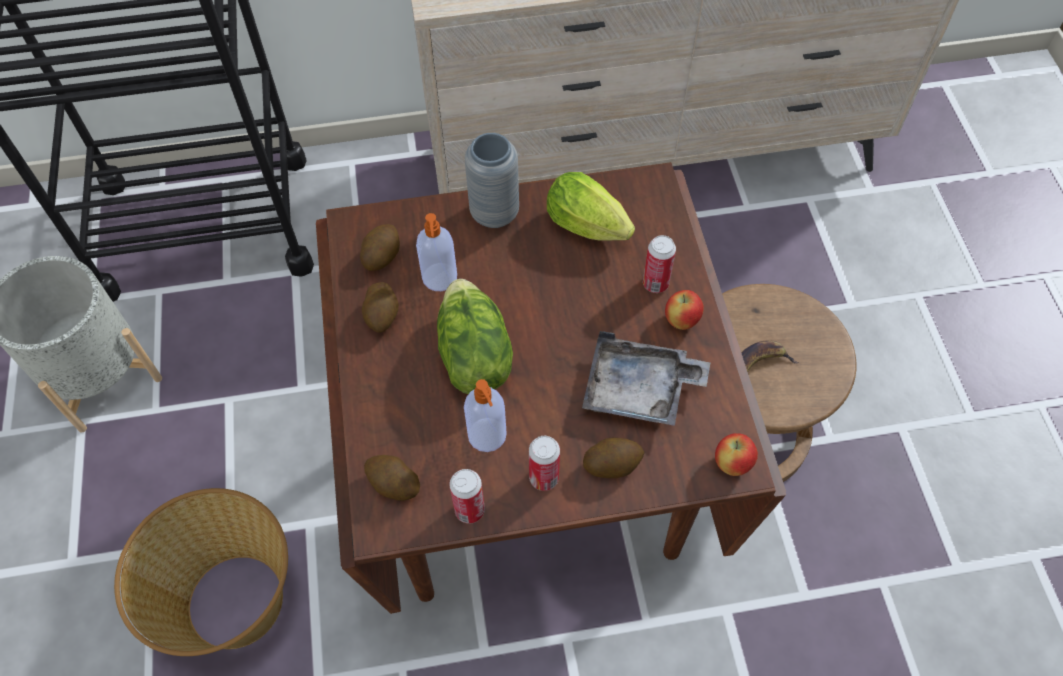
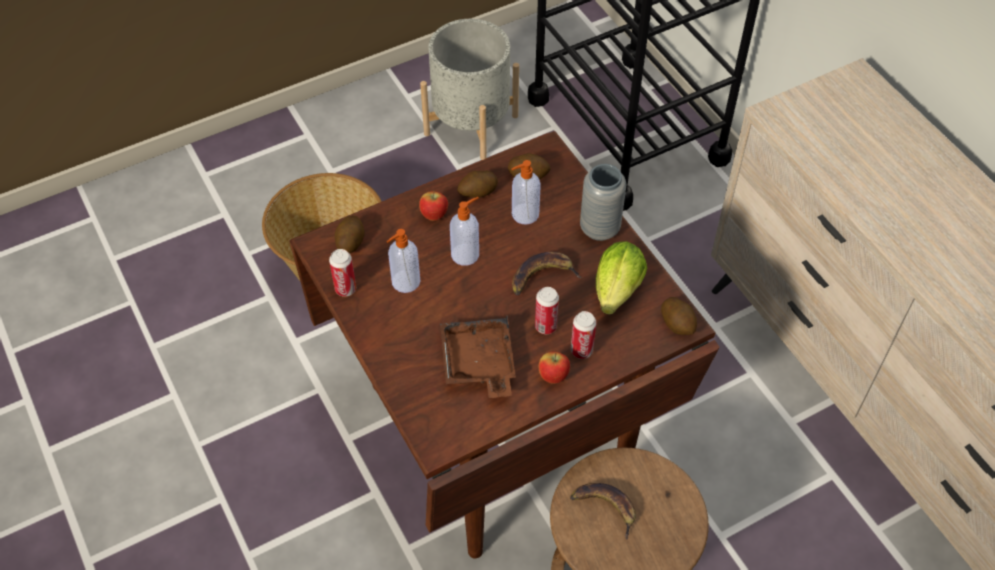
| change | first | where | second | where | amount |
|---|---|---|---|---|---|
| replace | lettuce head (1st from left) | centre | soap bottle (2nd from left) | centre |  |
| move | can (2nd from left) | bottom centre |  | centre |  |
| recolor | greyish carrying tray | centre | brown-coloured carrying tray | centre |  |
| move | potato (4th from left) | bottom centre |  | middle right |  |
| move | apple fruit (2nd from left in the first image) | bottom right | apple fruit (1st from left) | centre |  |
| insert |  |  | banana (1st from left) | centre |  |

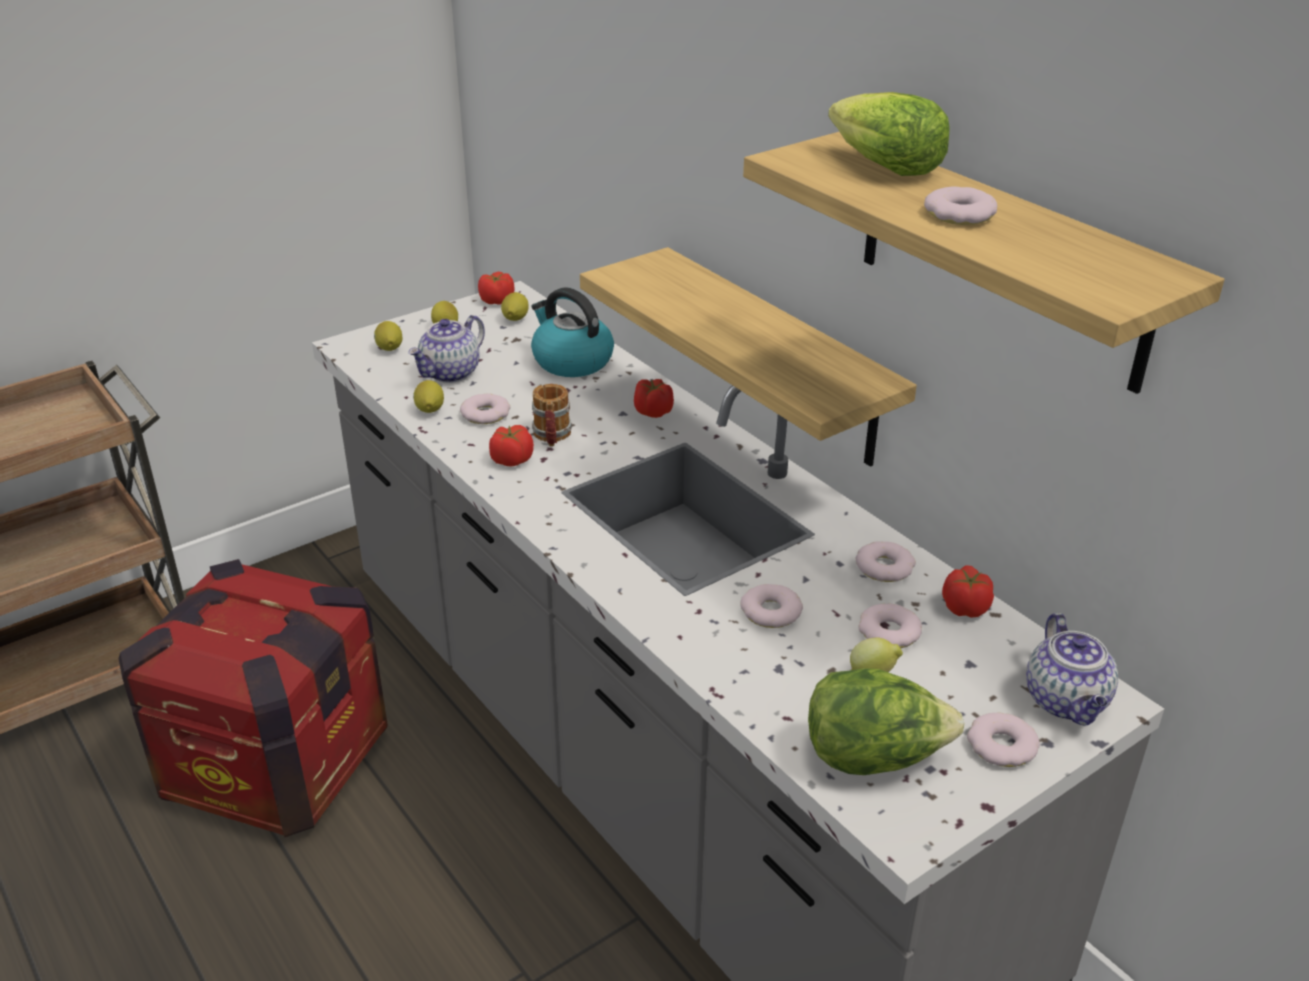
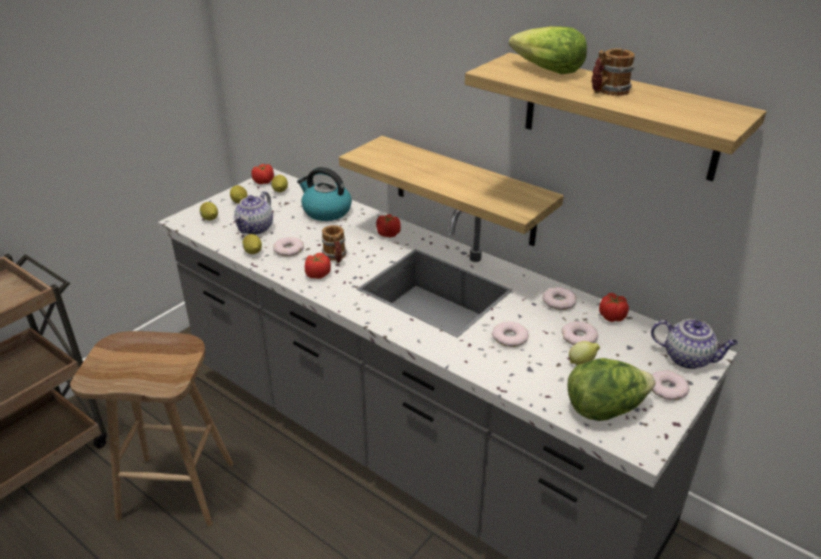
| change | first | where | second | where | amount |
|---|---|---|---|---|---|
| replace | packing crate | bottom left | brown-coloured stool seat | bottom left |  |
| replace | ring doughnut (5th from left) | top right | tea mug (2nd from left) | top right |  |
| rotate | pot for tea (2nd from left) | bottom right |  | middle right | 45 degrees counterclockwise |

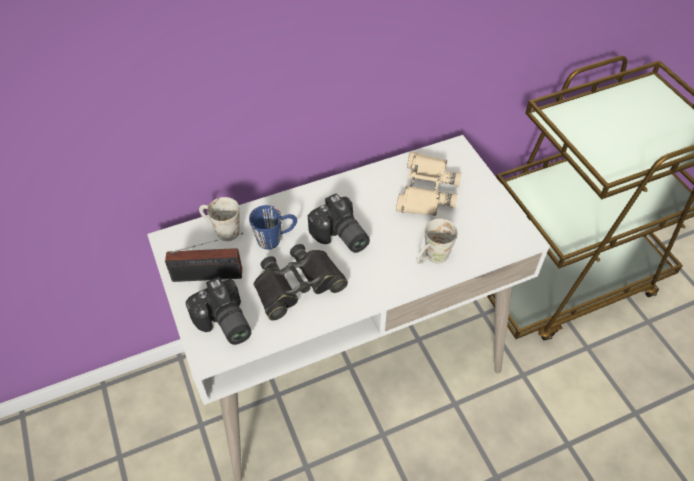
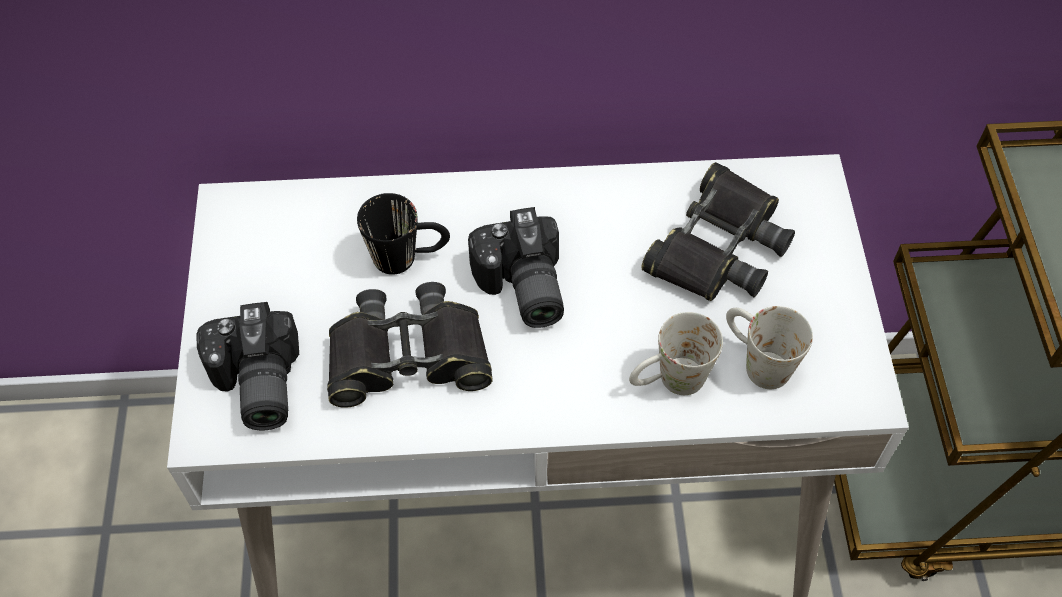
| change | first | where | second | where | amount |
|---|---|---|---|---|---|
| delete | radio receiver | middle left |  |  |  |
| move | white tea mug (1st from left in the first image) | middle left | white tea mug (2nd from left) | middle right |  |
| recolor | blue-coloured tea mug | centre | black-coloured tea mug | centre |  |
| recolor | beige-coloured pair of binoculars | centre | black-coloured pair of binoculars (2nd from left) | middle right |  |

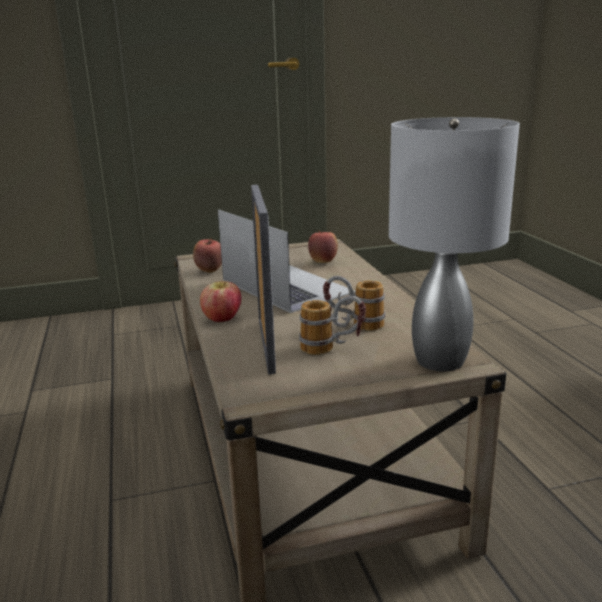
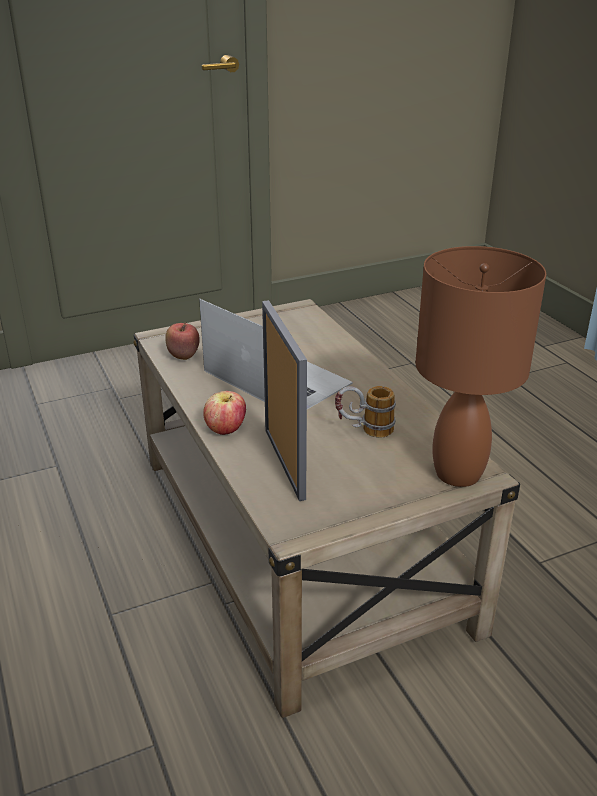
| change | first | where | second | where | amount |
|---|---|---|---|---|---|
| delete | tea mug (1st from left) | centre |  |  |  |
| delete | apple fruit (3rd from left) | centre |  |  |  |
| recolor | greyish table lamp | middle right | brown-coloured table lamp | middle right |  |

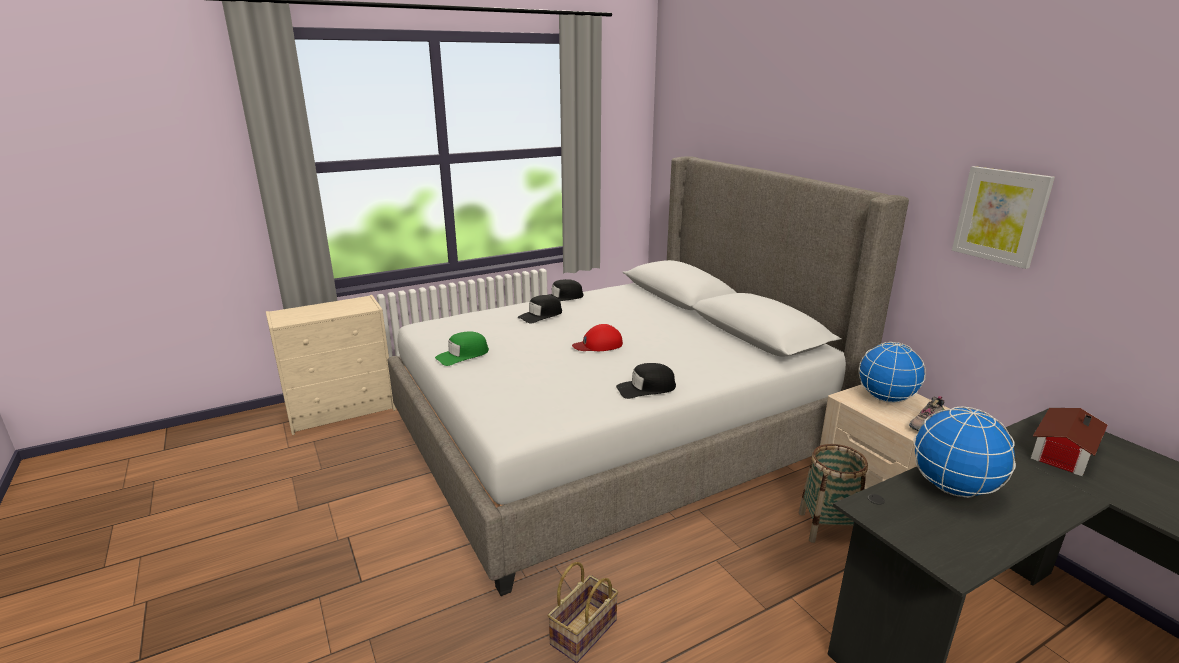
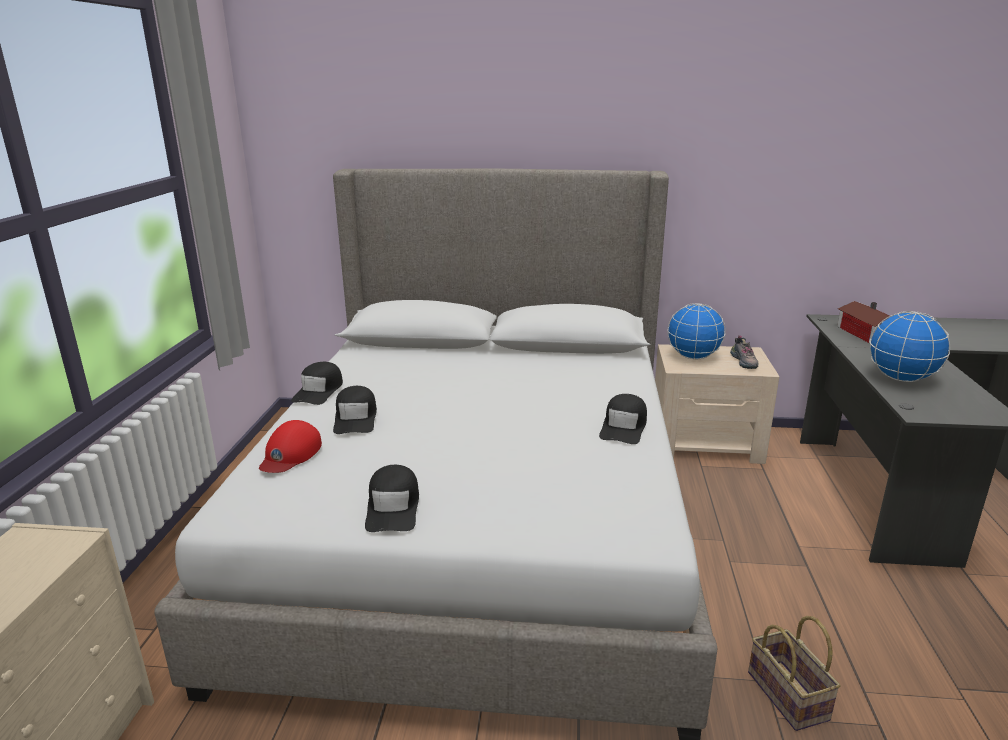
| change | first | where | second | where | amount |
|---|---|---|---|---|---|
| recolor | greenish baseball cap | centre | black-coloured baseball cap (3rd from left) | bottom centre |  |
| move | red-coloured baseball cap | centre |  | middle left |  |
| delete | storage basket (2nd from left) | bottom right |  |  |  |
| delete | wall picture | top right |  |  |  |

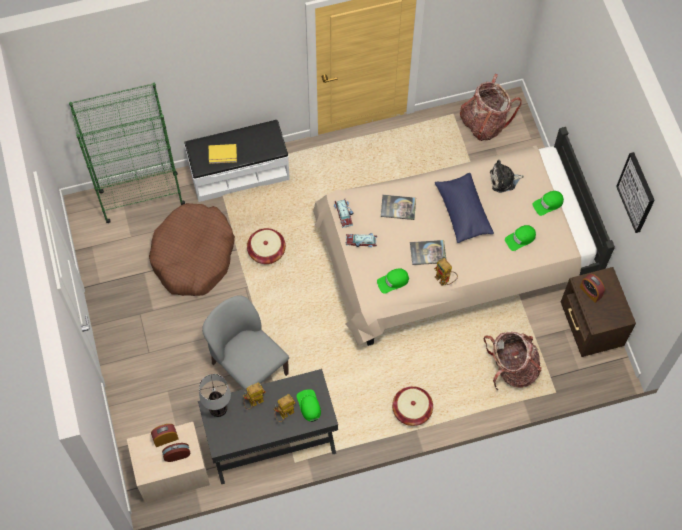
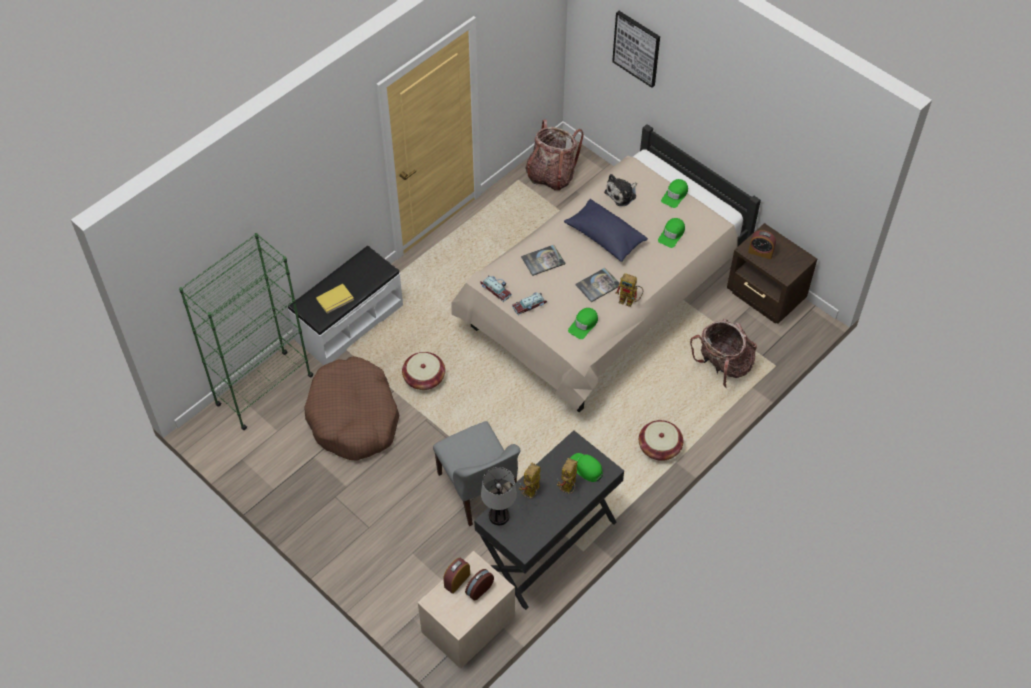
| change | first | where | second | where | amount |
|---|---|---|---|---|---|
| rotate | greyish chair | centre |  | bottom centre | 135 degrees counterclockwise |
| move | wall picture | middle right |  | top centre |  |

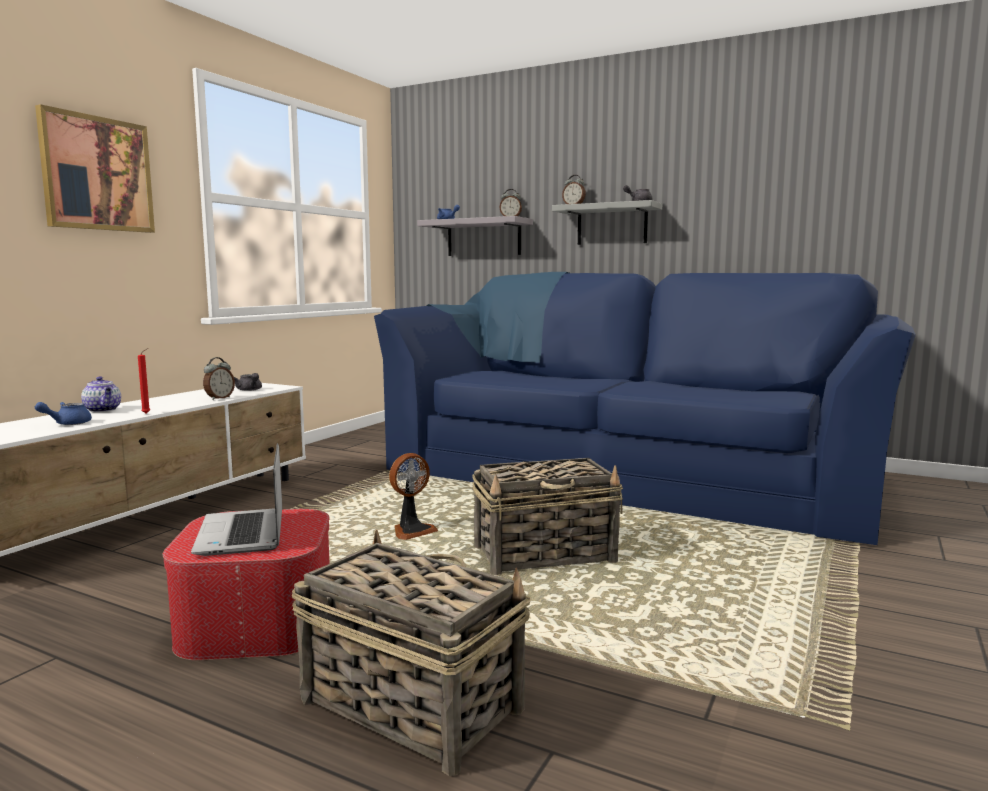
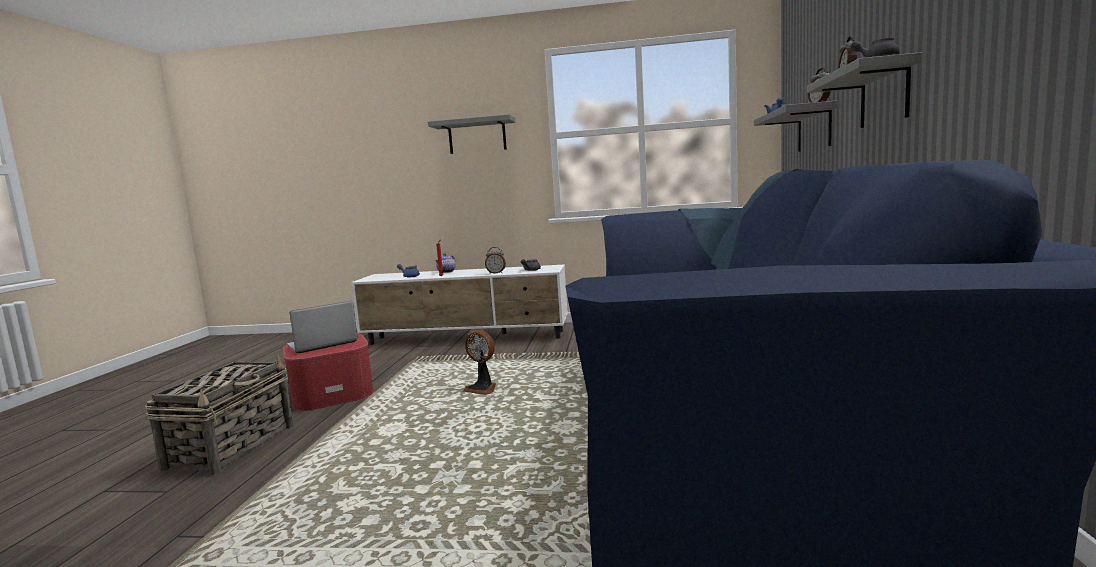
| change | first | where | second | where | amount |
|---|---|---|---|---|---|
| replace | wall picture | top left | greyish bracket shelf (1st from left) | top centre |  |
| delete | storage basket (2nd from left) | centre |  |  |  |

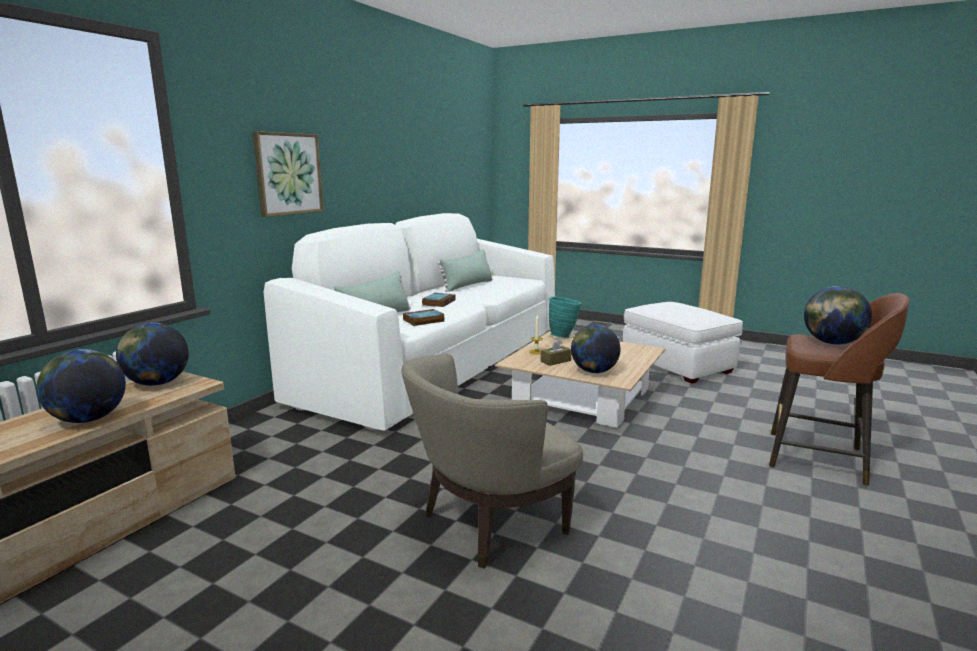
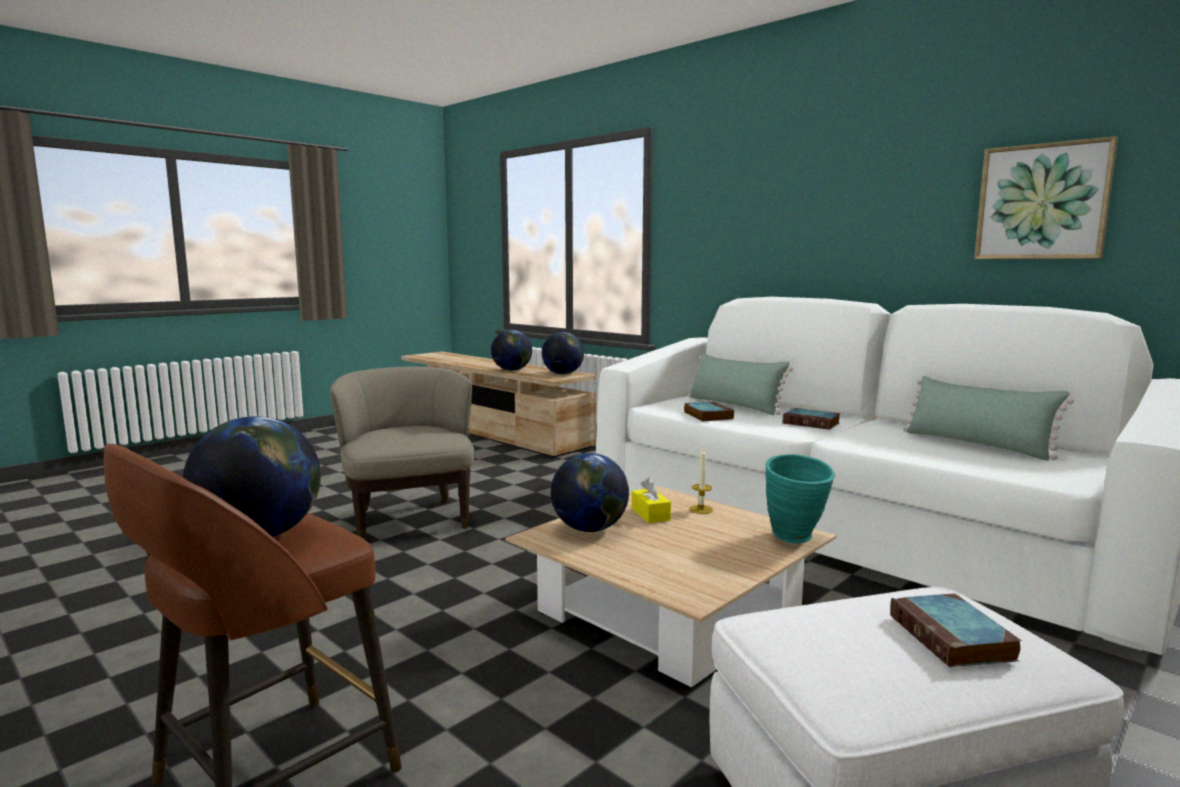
| change | first | where | second | where | amount |
|---|---|---|---|---|---|
| move | wall picture | top left |  | top right |  |
| recolor | brown-coloured tissue box | centre | yellow-coloured tissue box | centre |  |
| insert |  |  | bound book (3rd from left) | bottom right |  |

